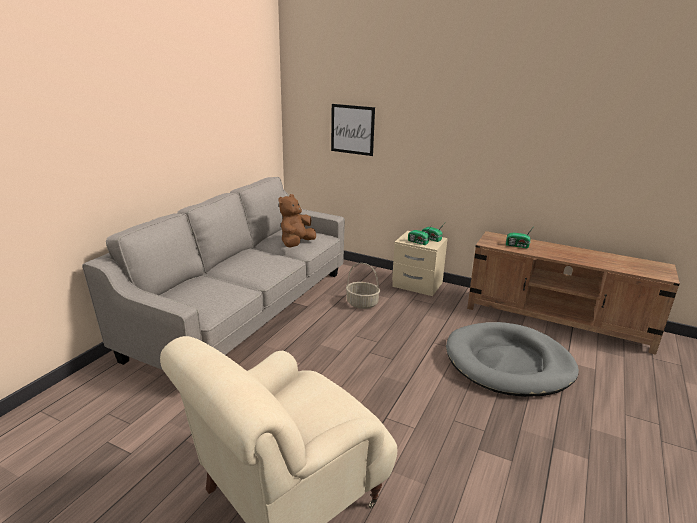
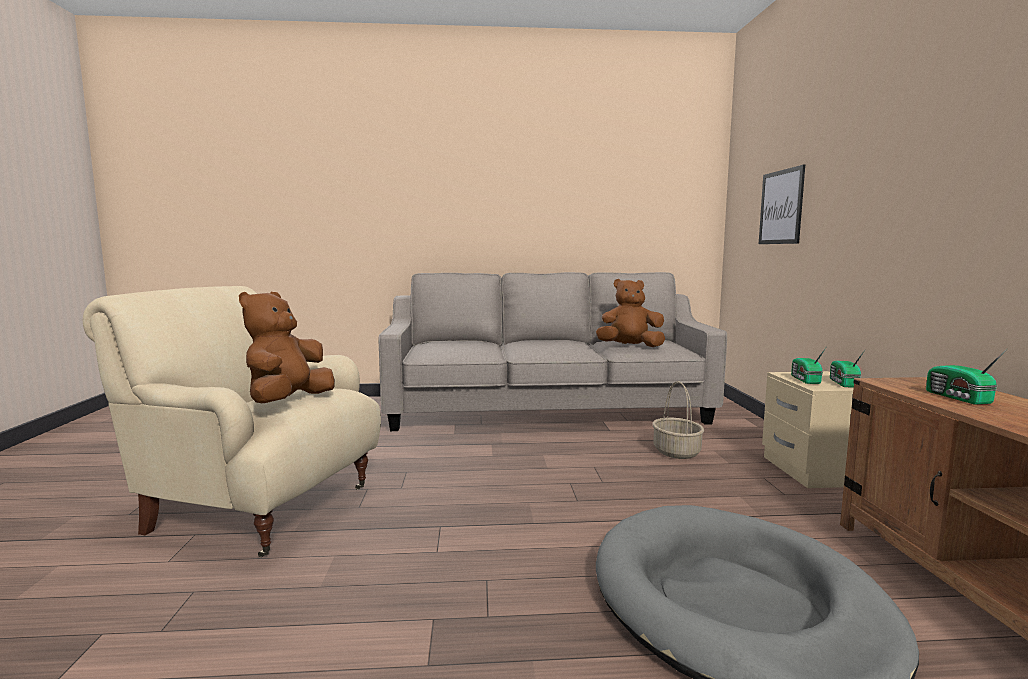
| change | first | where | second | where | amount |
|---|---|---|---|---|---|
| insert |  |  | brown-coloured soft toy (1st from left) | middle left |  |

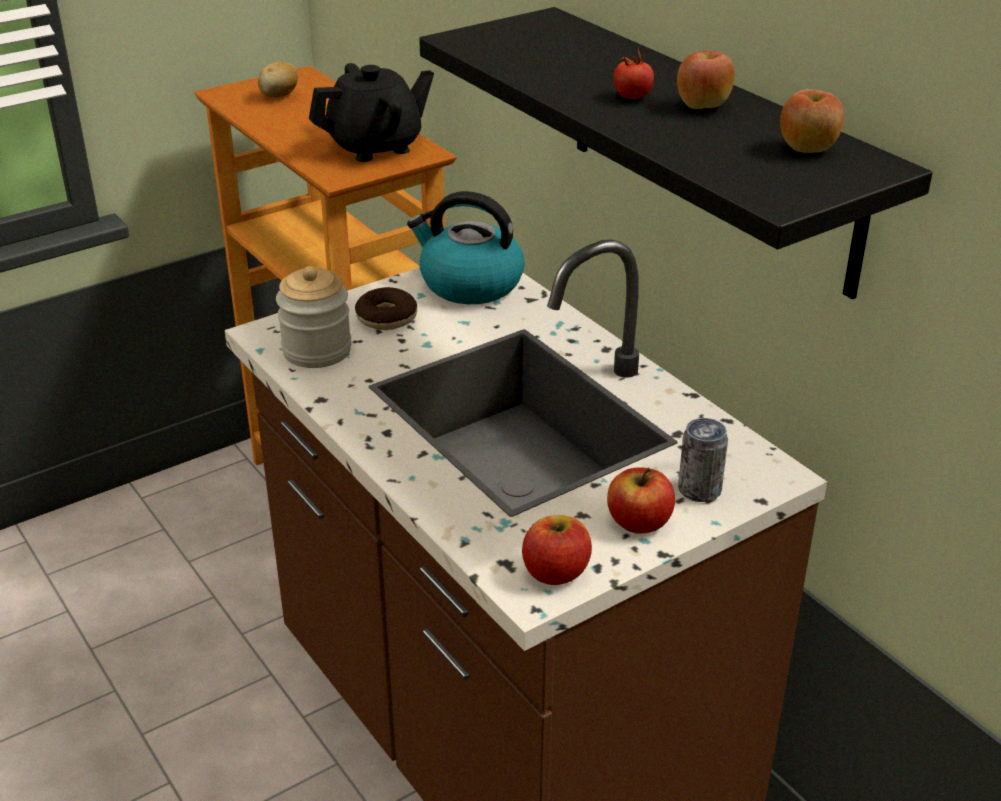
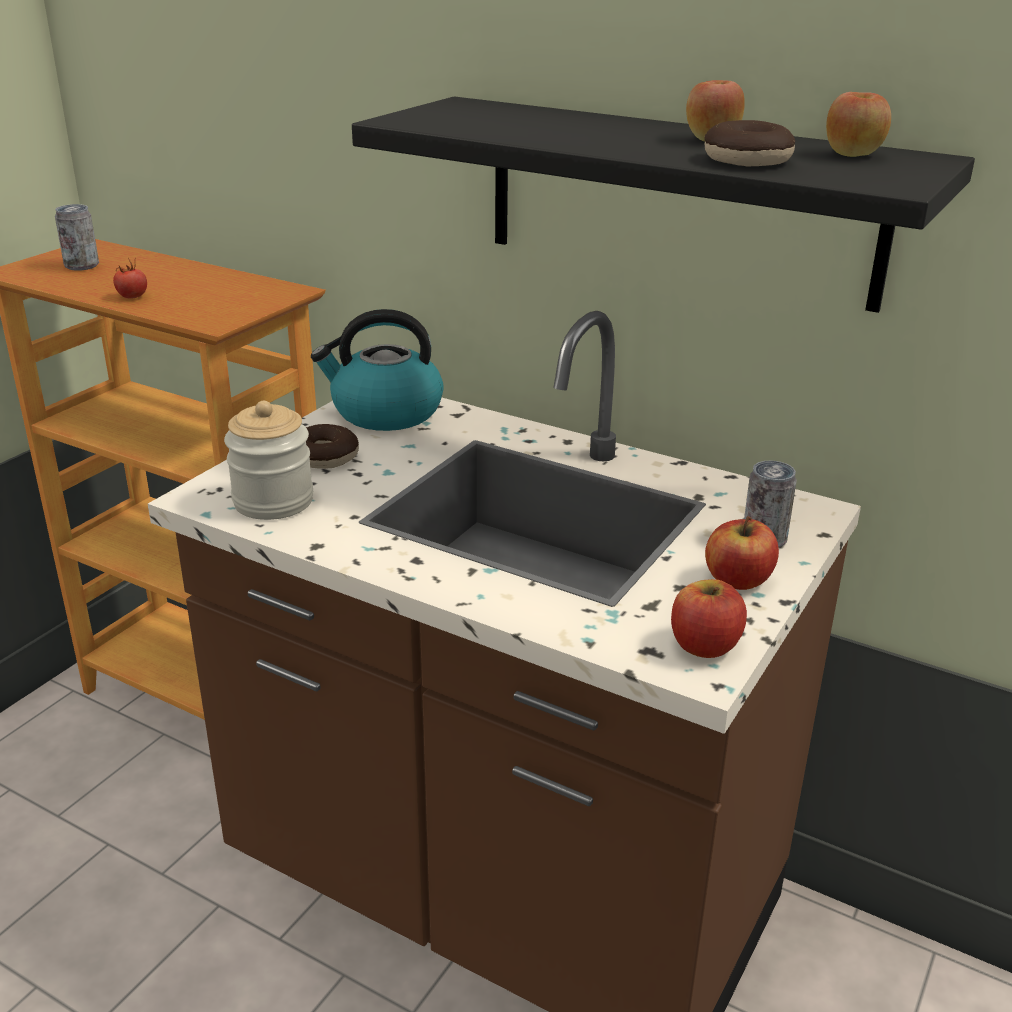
| change | first | where | second | where | amount |
|---|---|---|---|---|---|
| replace | potato | top left | can (1st from left) | top left |  |
| delete | black-coloured pot for tea | top centre |  |  |  |
| move | whole tomato | top centre |  | top left |  |
| insert |  |  | ring doughnut (2nd from left) | top right |  |

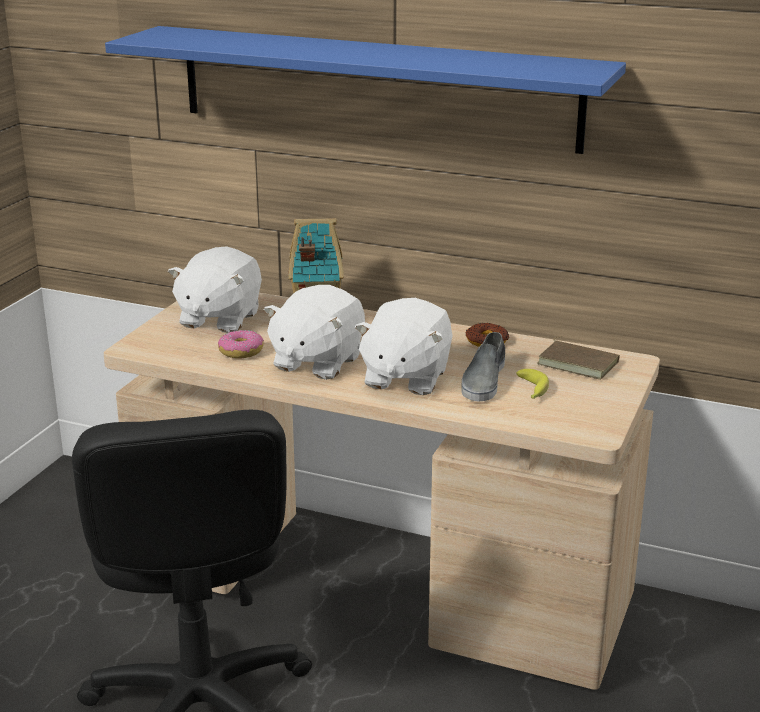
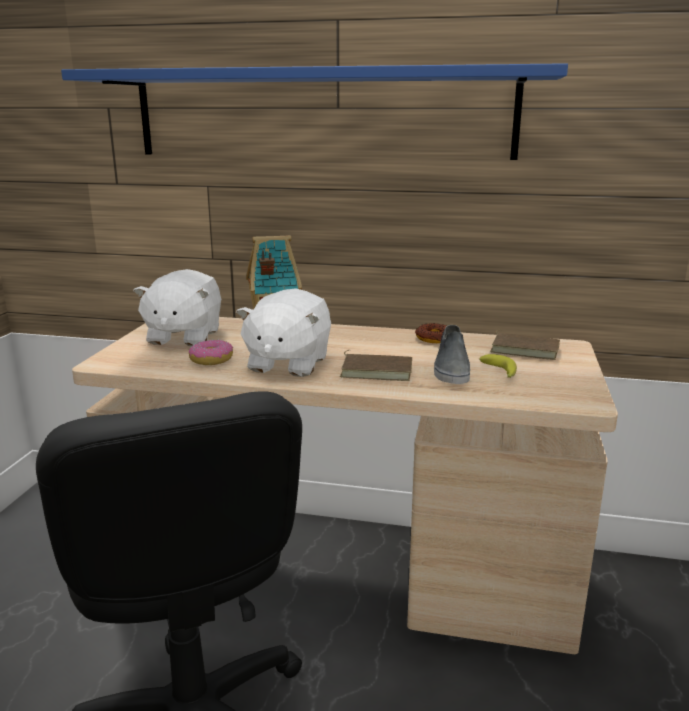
| change | first | where | second | where | amount |
|---|---|---|---|---|---|
| replace | white soft toy (3rd from left) | centre | brown-coloured bound book (1st from left) | centre |  |

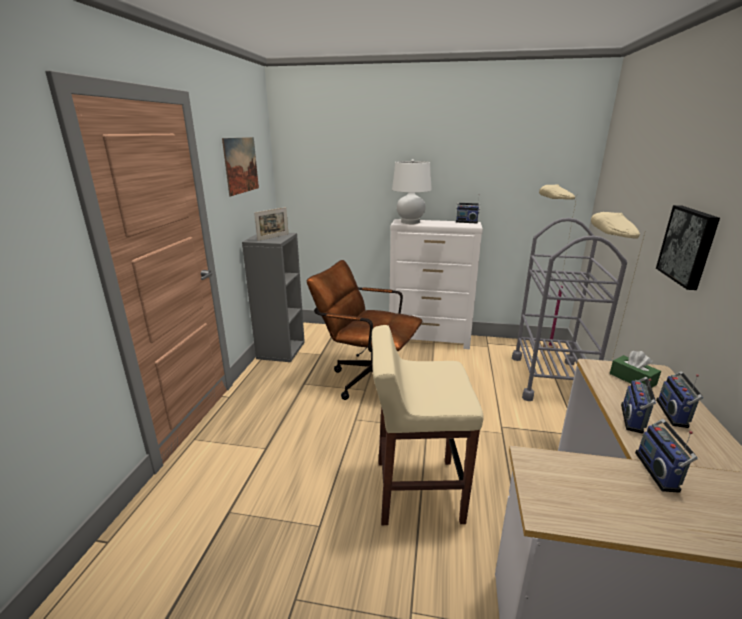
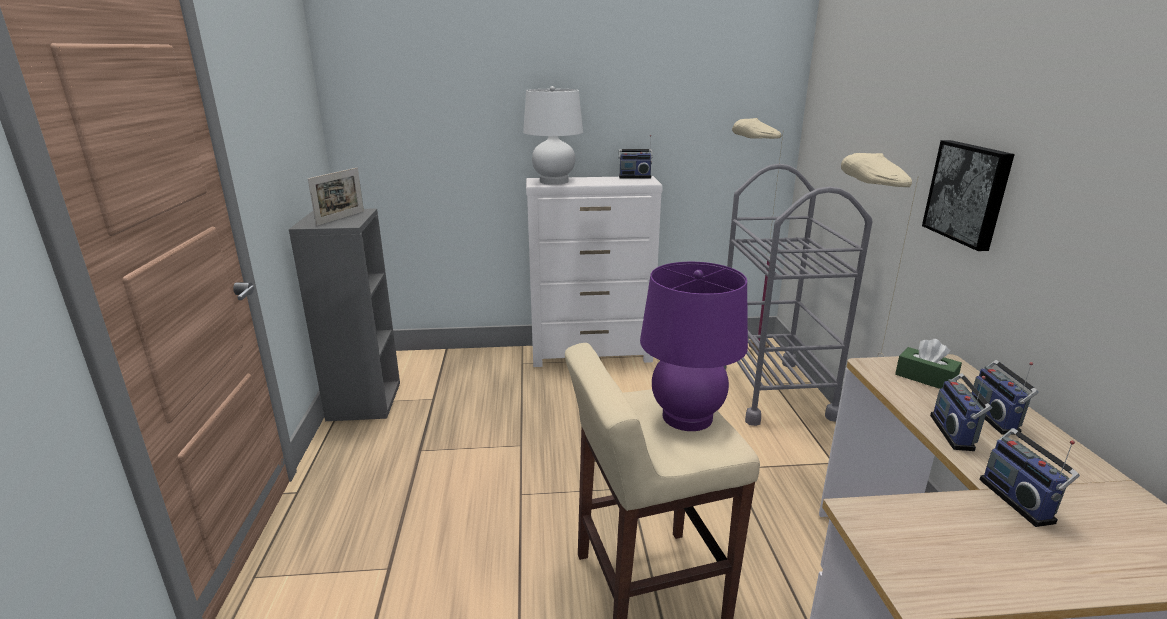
| change | first | where | second | where | amount |
|---|---|---|---|---|---|
| delete | wall picture (1st from left) | top left |  |  |  |
| delete | brown-coloured computer chair | centre |  |  |  |
| insert |  |  | purple-coloured table lamp | centre |  |

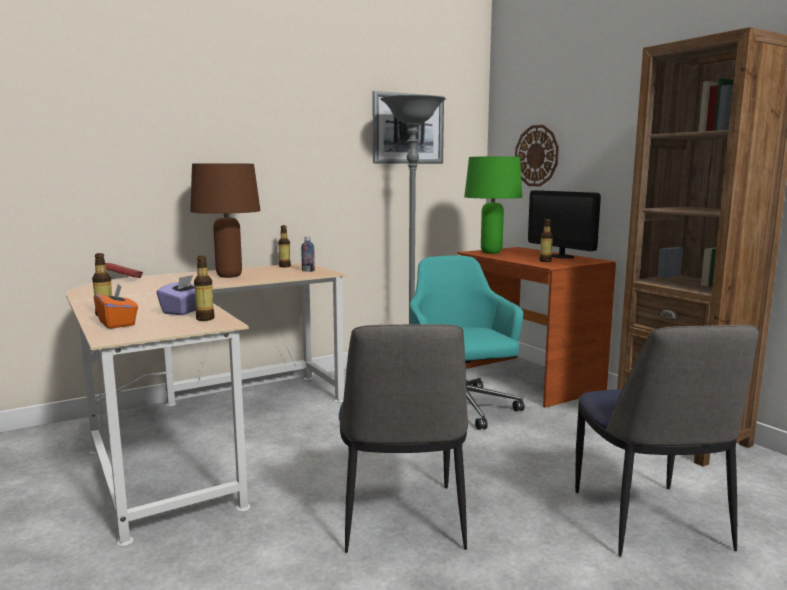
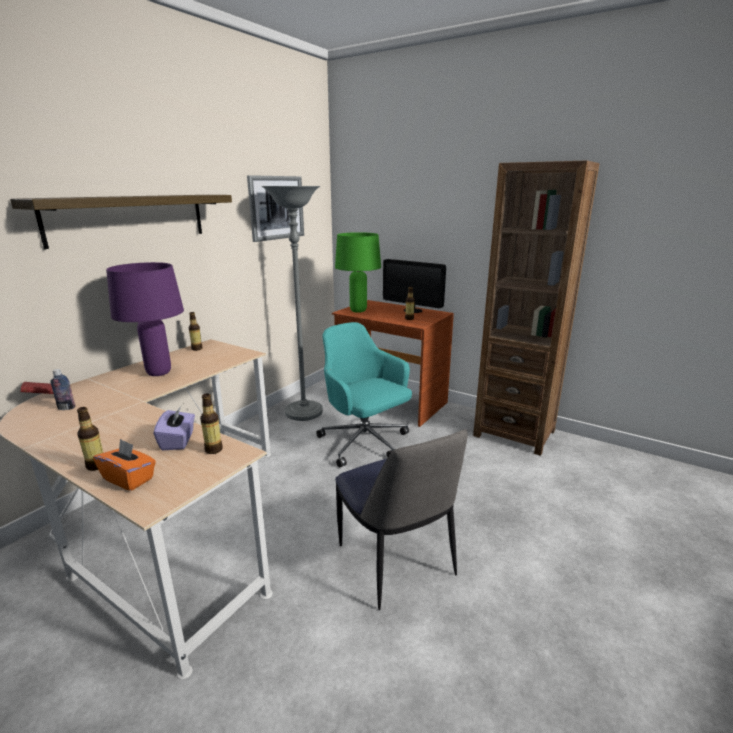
| change | first | where | second | where | amount |
|---|---|---|---|---|---|
| recolor | brown-coloured table lamp | middle left | purple-coloured table lamp | middle left |  |
| move | drink bottle (4th from left in the first image) | centre | drink bottle (1st from left) | middle left |  |
| delete | wall clock | top right |  |  |  |
| delete | chair (2nd from left) | bottom right |  |  |  |
| insert |  |  | bracket shelf | top left |  |

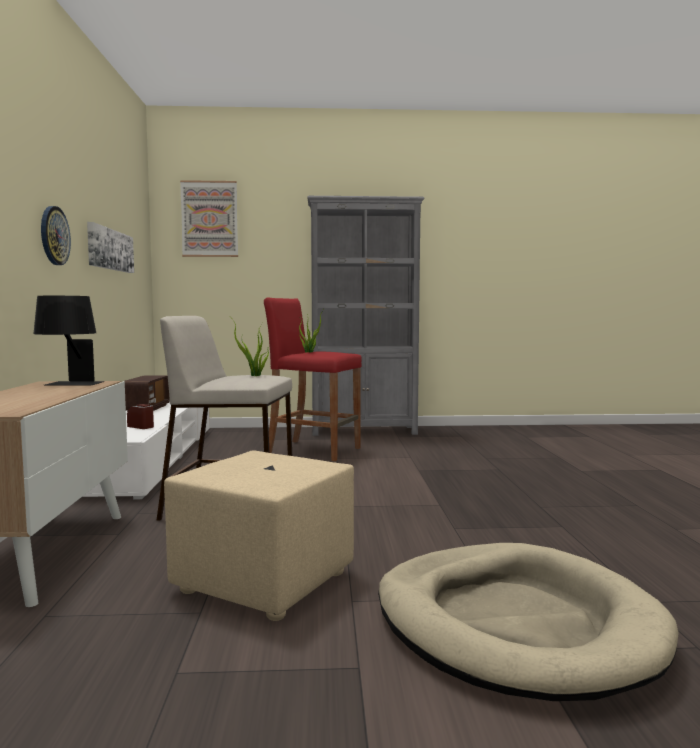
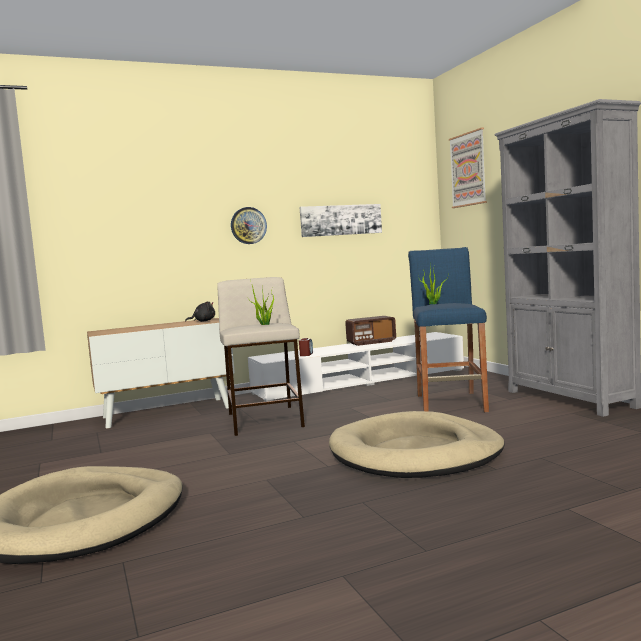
| change | first | where | second | where | amount |
|---|---|---|---|---|---|
| replace | black-coloured table lamp | middle left | black-coloured soft toy | middle left |  |
| delete | beige-coloured footrest | bottom centre |  |  |  |
| recolor | red-coloured stool seat | centre | blue-coloured stool seat | middle right |  |
| insert |  |  | beige-coloured dog cushion (2nd from left) | bottom centre |  |

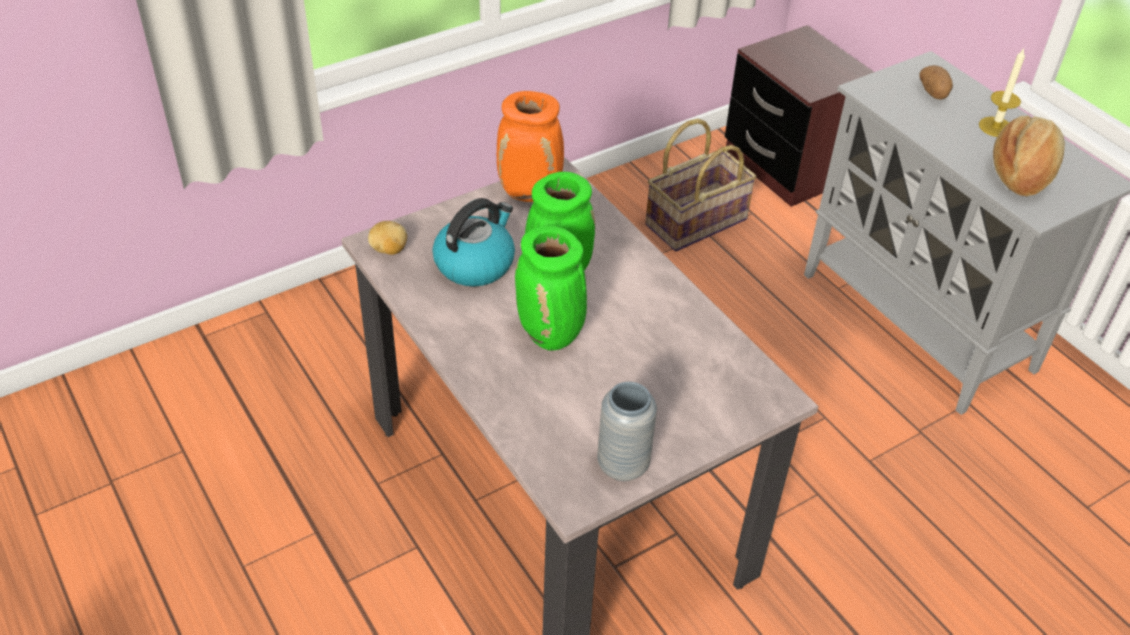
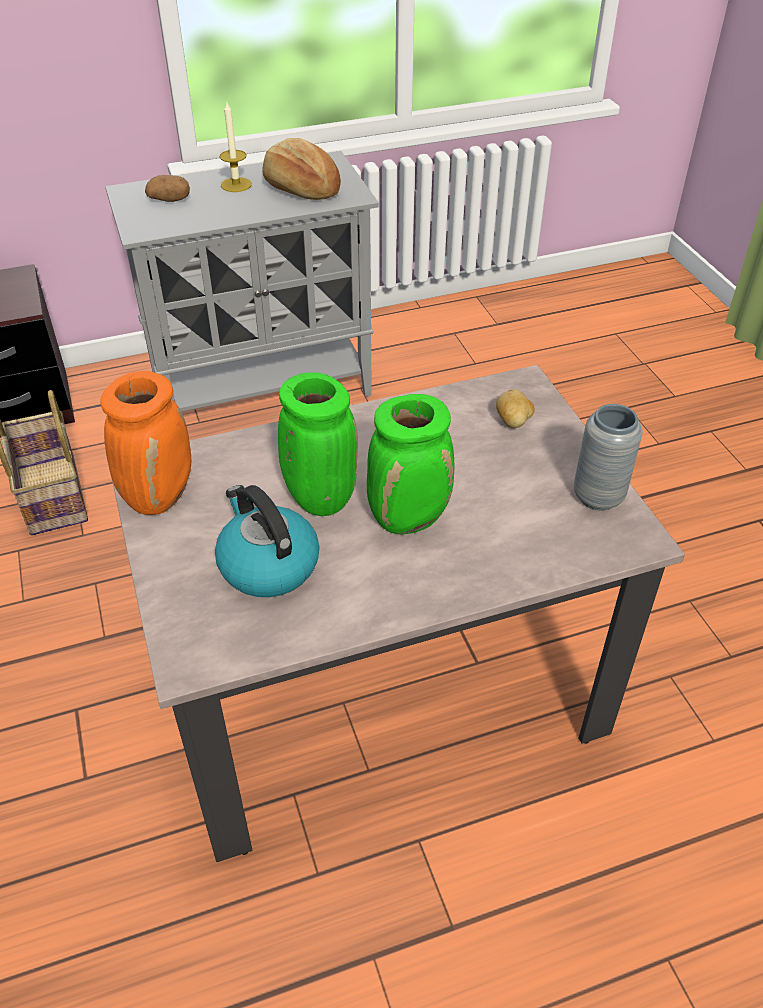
| change | first | where | second | where | amount |
|---|---|---|---|---|---|
| move | potato (1st from left in the first image) | centre | potato (2nd from left) | middle right |  |

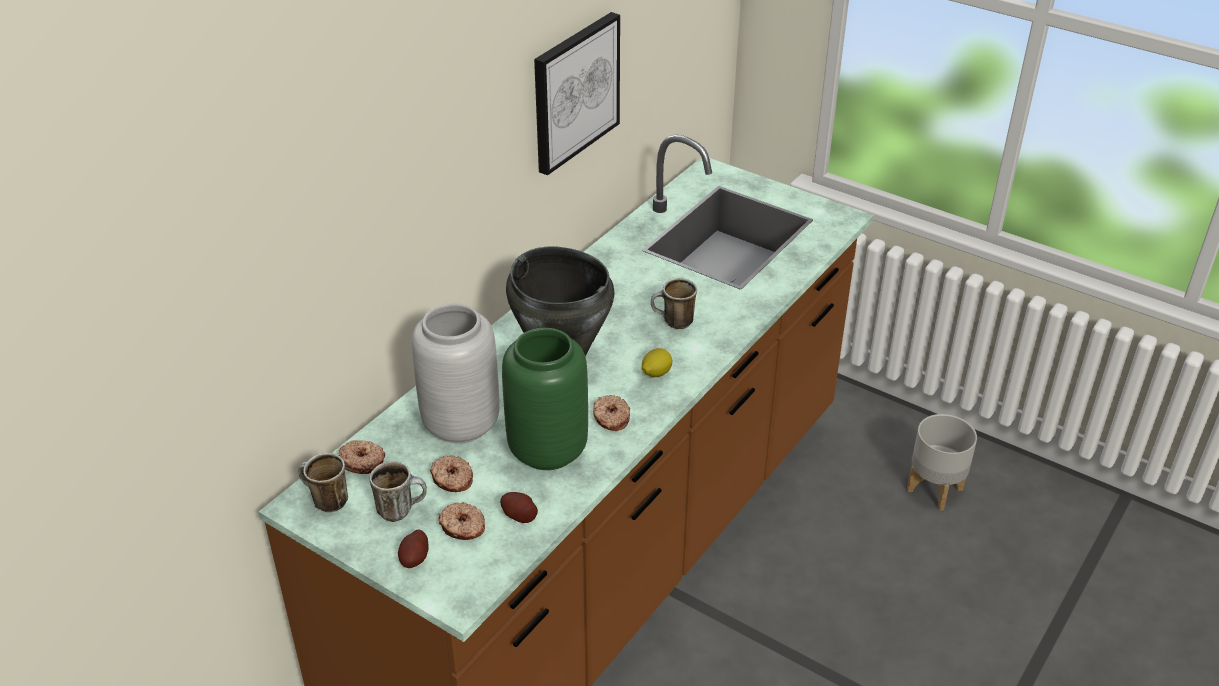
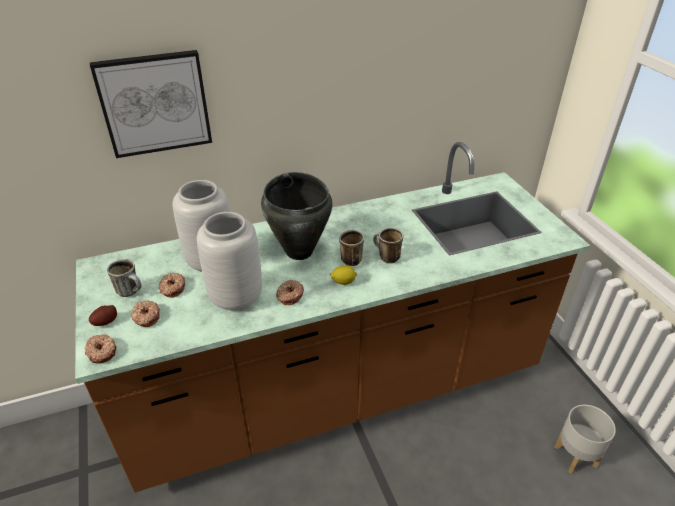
| change | first | where | second | where | amount |
|---|---|---|---|---|---|
| move | tea mug (1st from left in the first image) | bottom left | tea mug (2nd from left) | centre |  |
| move | ring doughnut (1st from left) | middle left |  | bottom left |  |
| delete | potato (2nd from left) | bottom centre |  |  |  |
| recolor | greenish decorative vase | centre | greyish decorative vase (2nd from left) | centre |  |
| move | wall picture | top centre |  | top left |  |

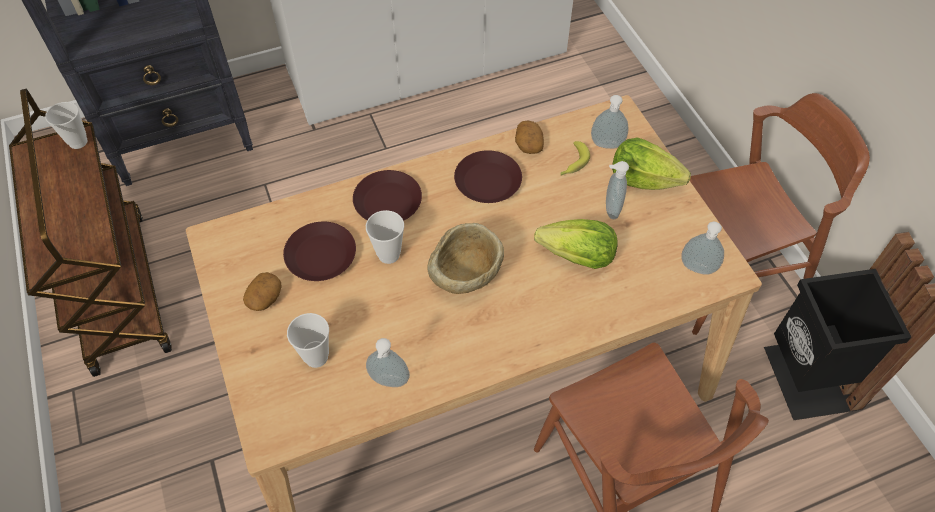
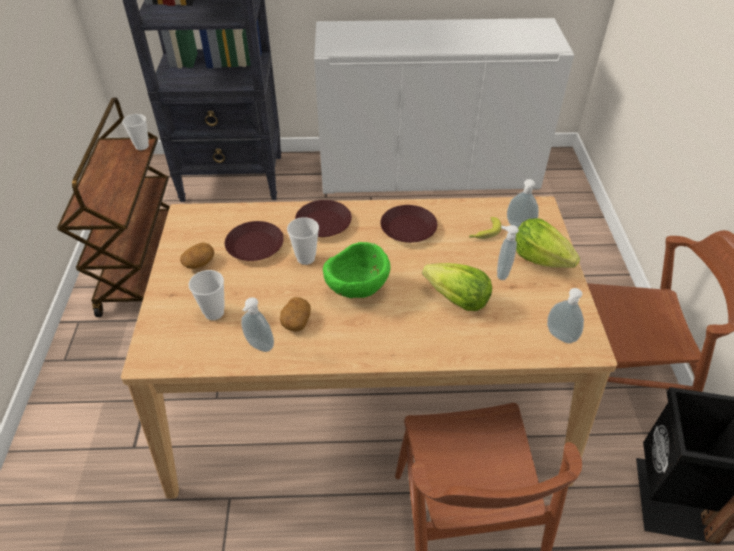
| change | first | where | second | where | amount |
|---|---|---|---|---|---|
| recolor | beige-coloured serving bowl | centre | greenish serving bowl | centre |  |
| move | potato (2nd from left) | top centre |  | centre |  |

